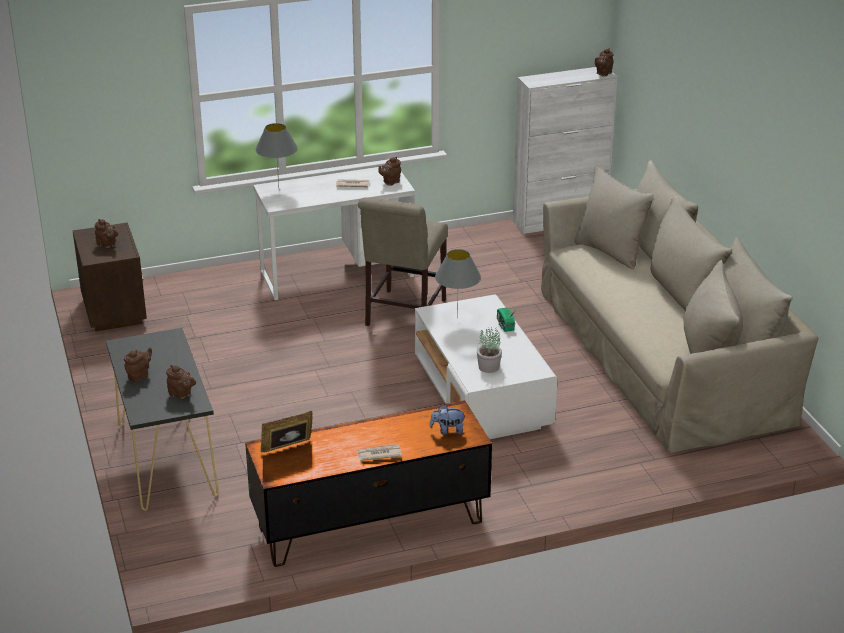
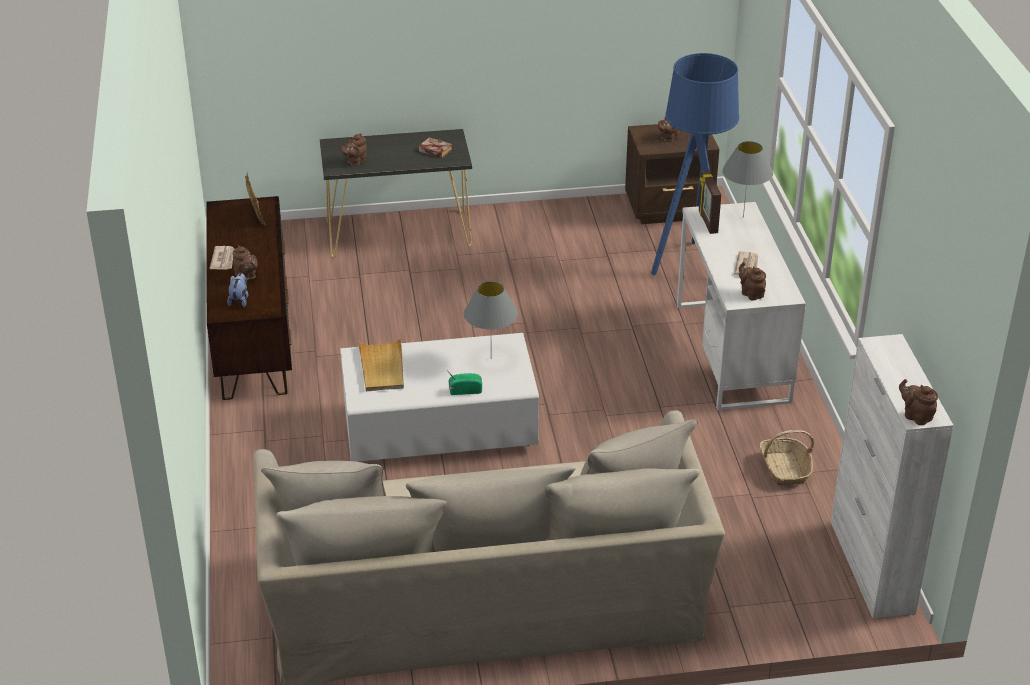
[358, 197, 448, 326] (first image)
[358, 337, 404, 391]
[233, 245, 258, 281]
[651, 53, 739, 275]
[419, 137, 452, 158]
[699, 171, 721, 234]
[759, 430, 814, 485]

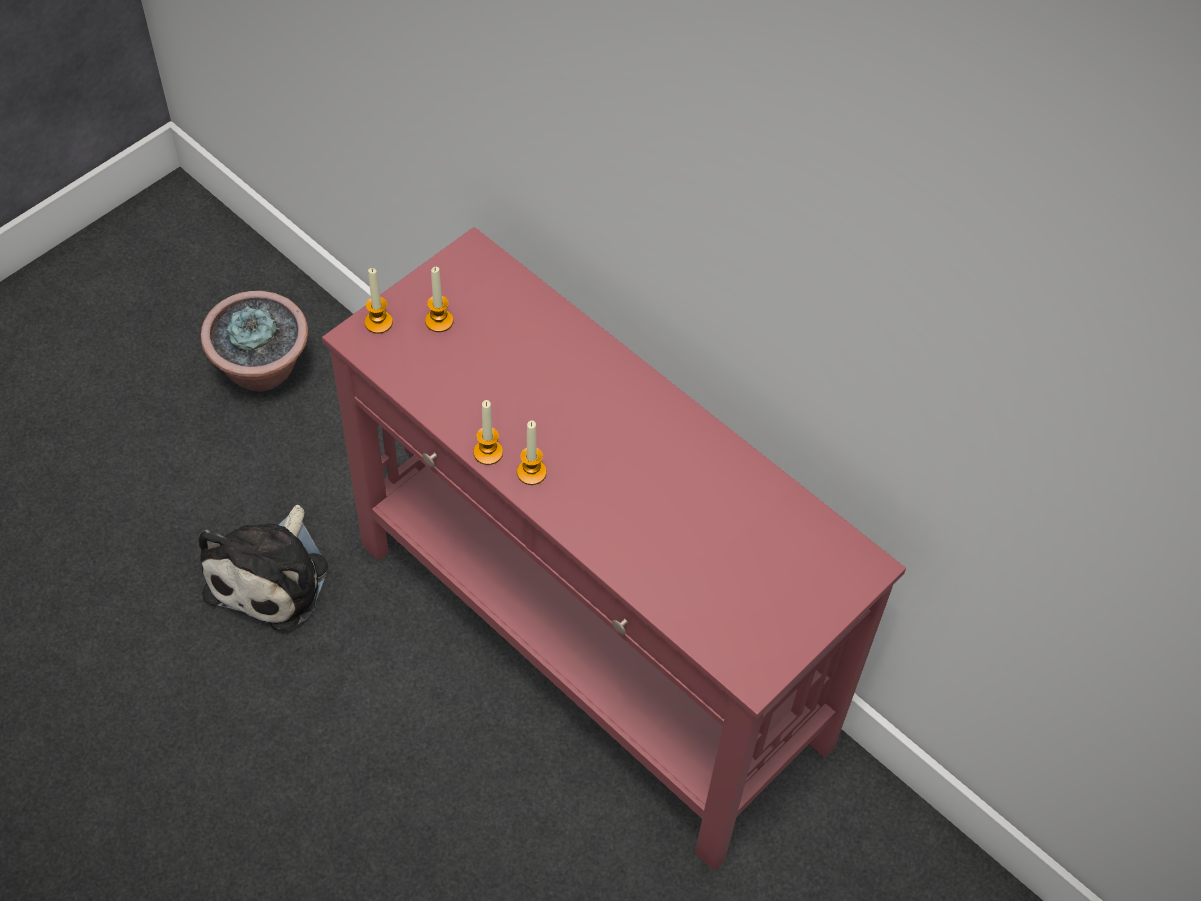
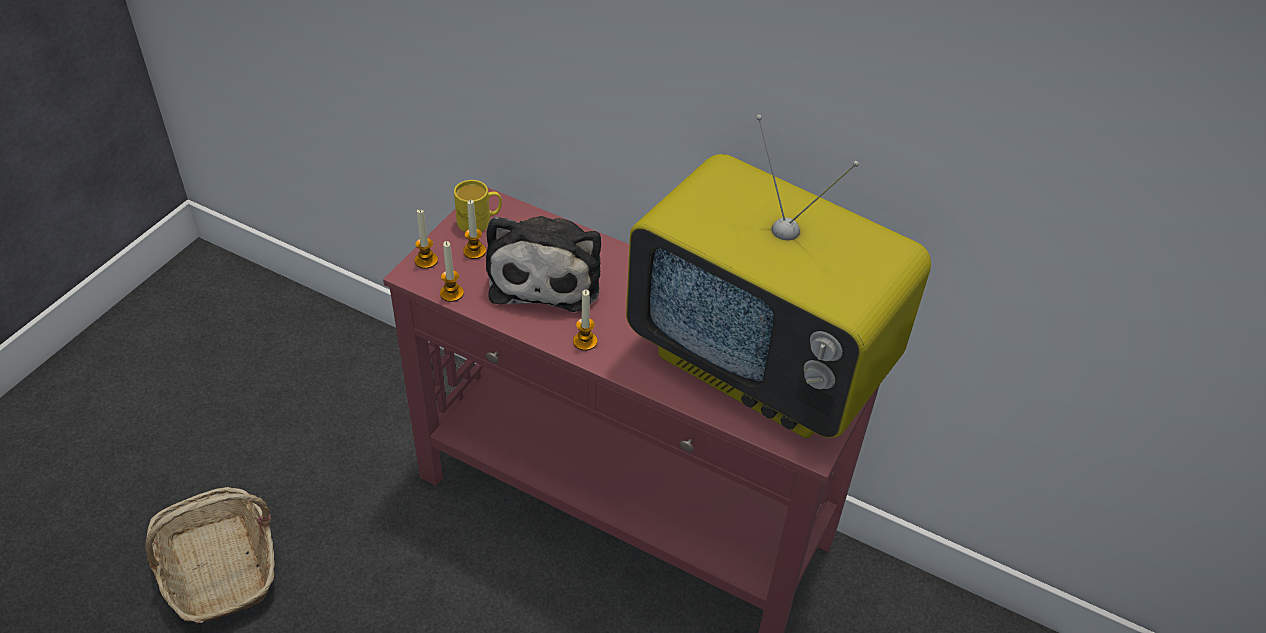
[201, 291, 308, 392] (first image)
[440, 241, 464, 302]
[486, 216, 601, 312]
[626, 114, 931, 438]
[454, 180, 502, 232]
[145, 487, 275, 624]

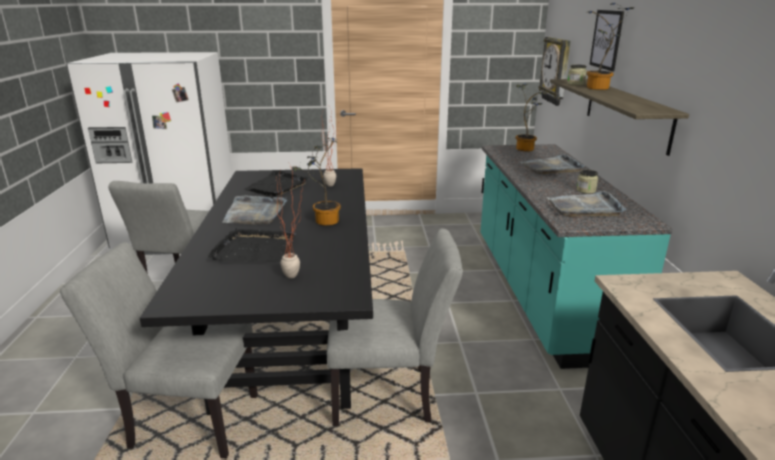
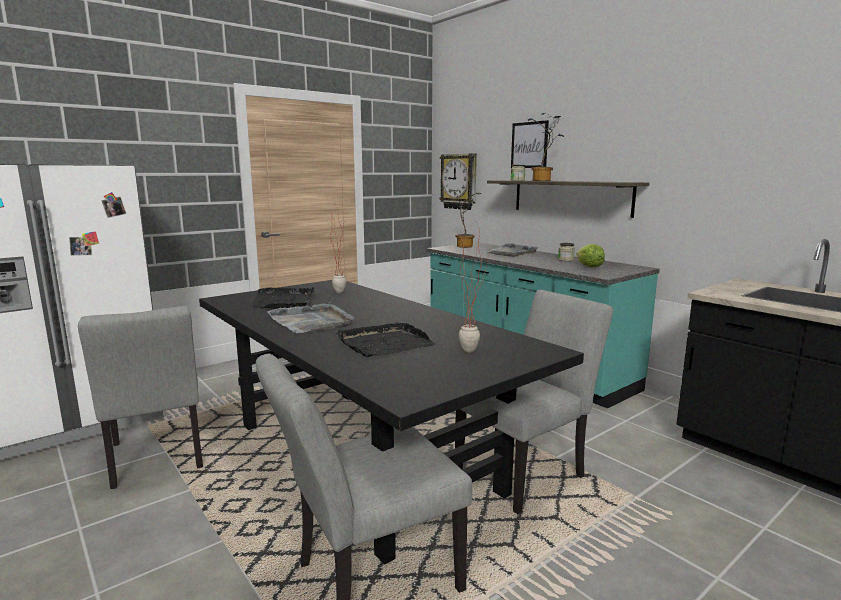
[292, 138, 341, 226] (first image)
[576, 244, 605, 267]

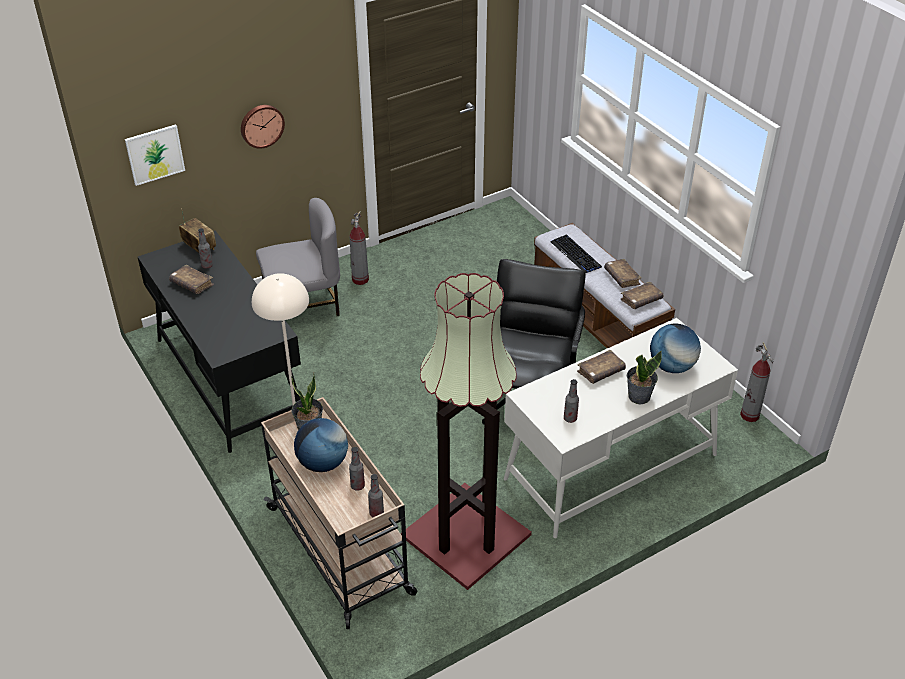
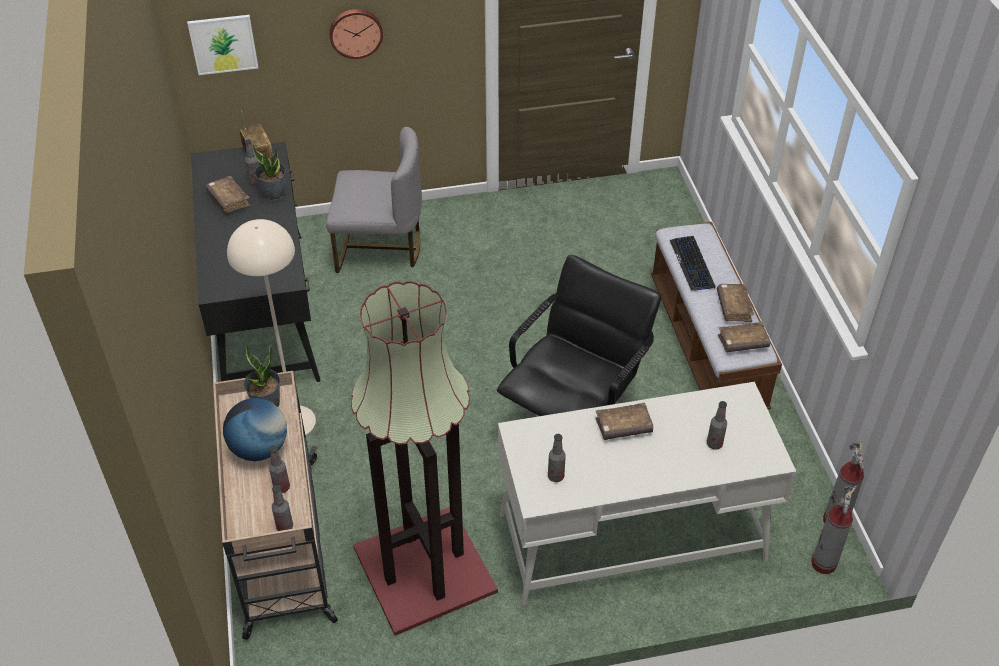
[811, 485, 857, 574]
[707, 401, 727, 450]
[253, 145, 286, 201]

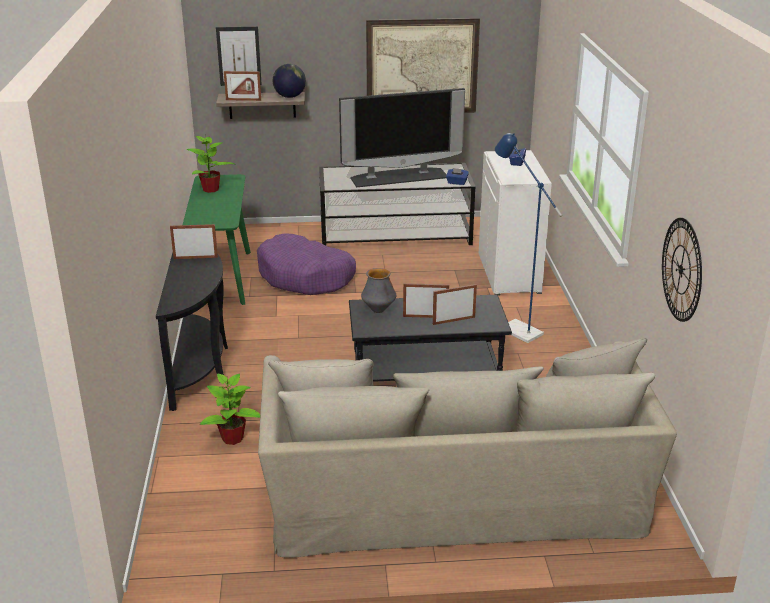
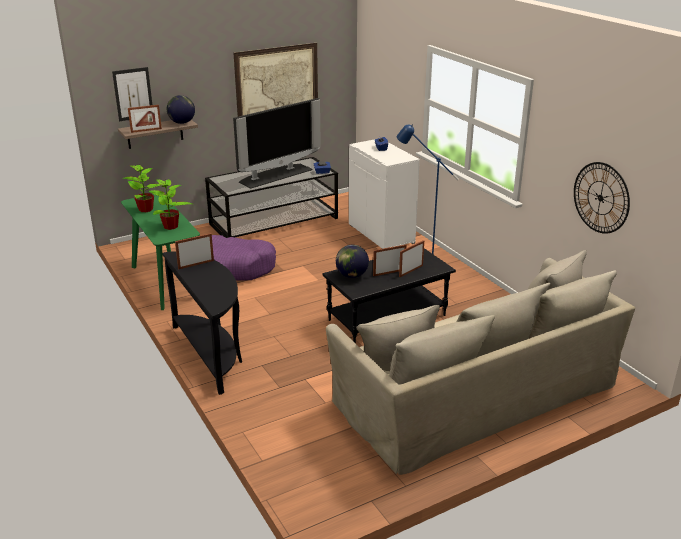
[336, 245, 369, 278]
[148, 179, 192, 230]

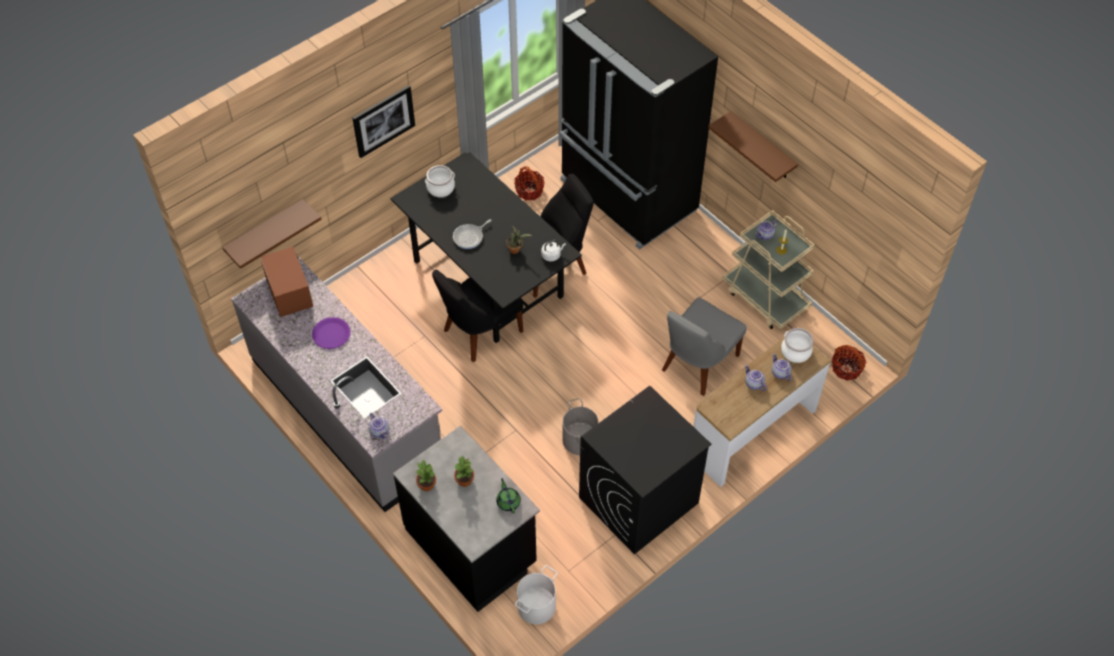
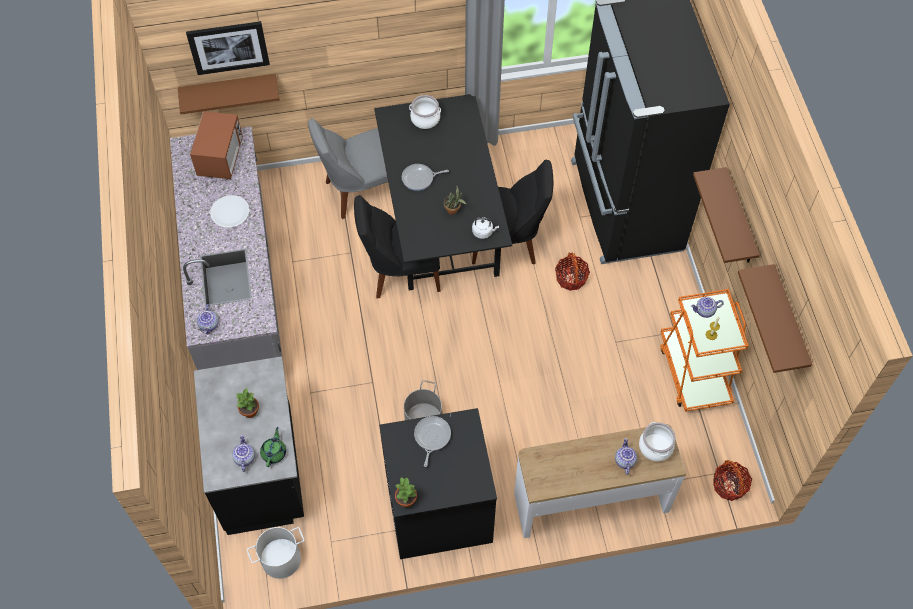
[186, 21, 270, 75]
[555, 253, 590, 291]
[660, 289, 749, 412]
[308, 118, 388, 219]
[210, 195, 250, 228]
[232, 435, 255, 472]
[395, 477, 417, 507]
[738, 264, 812, 373]
[414, 416, 451, 467]

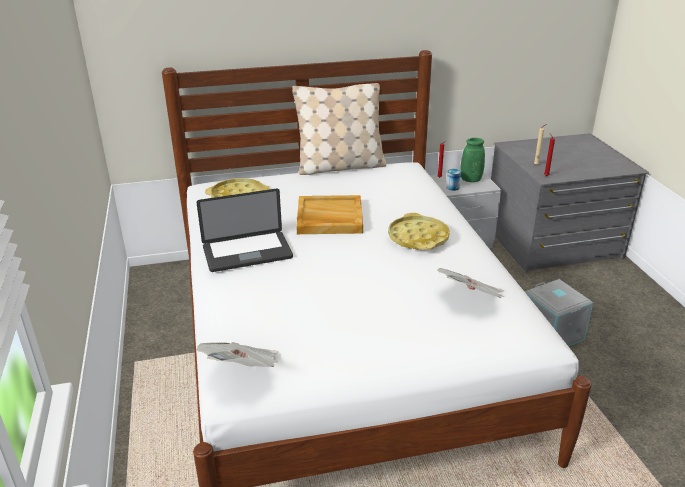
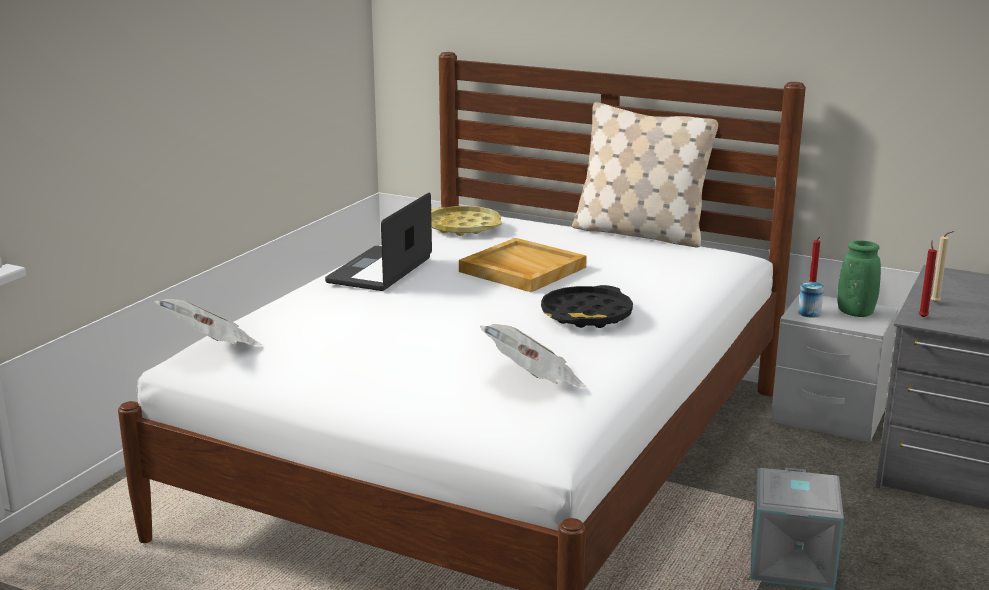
[325, 192, 432, 291]
[541, 285, 633, 328]

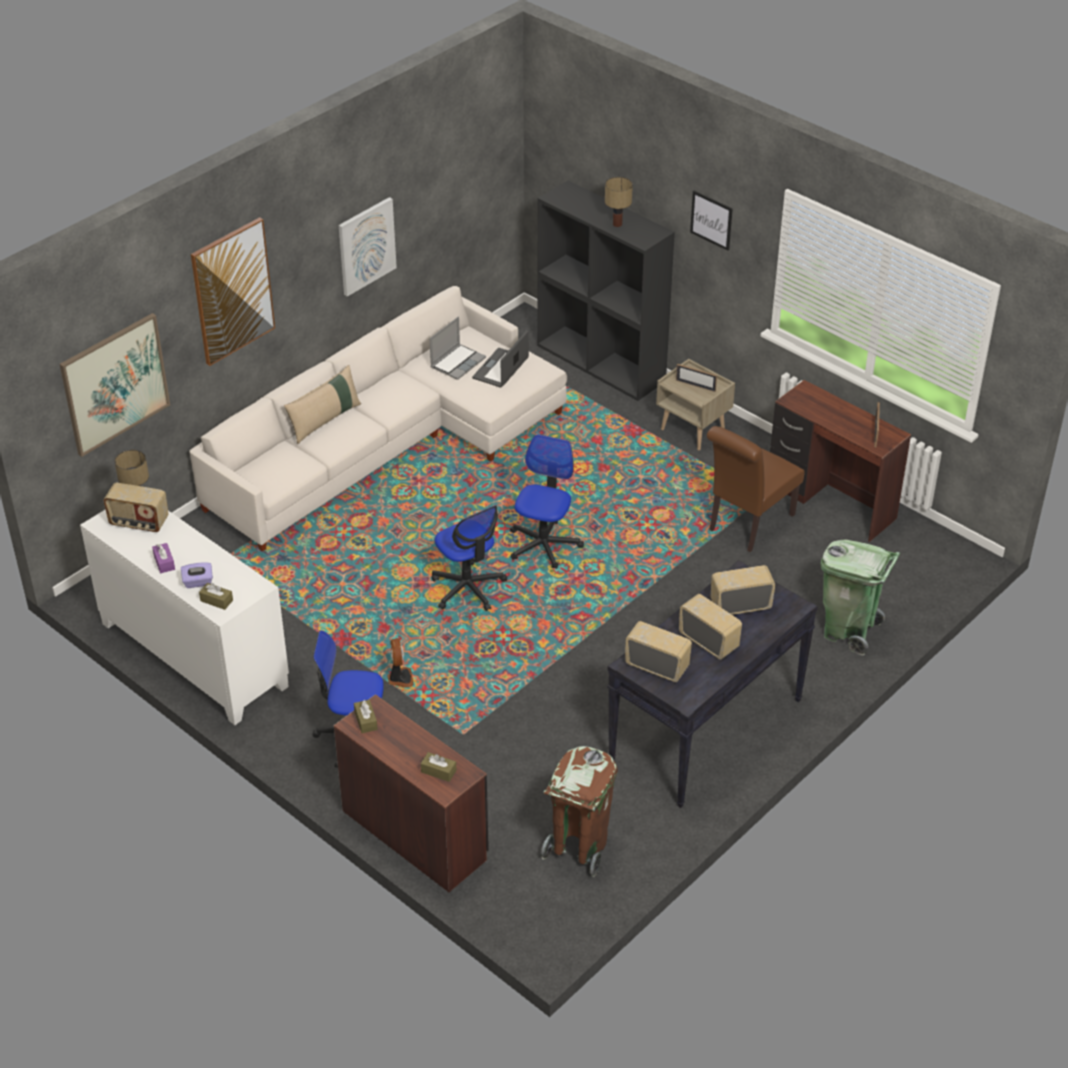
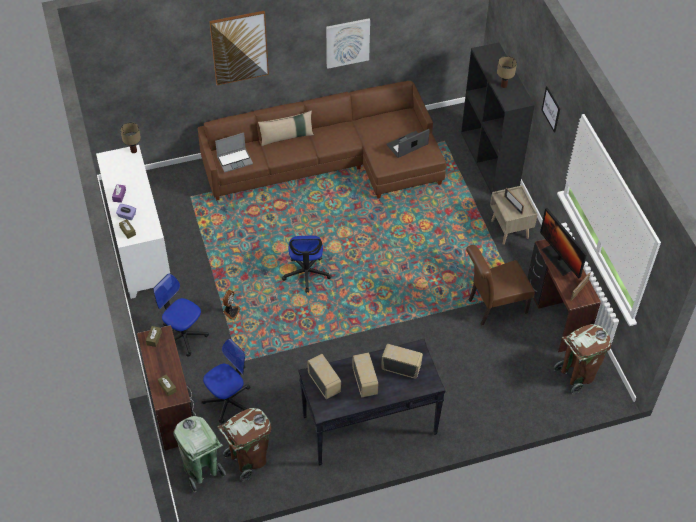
[198, 81, 447, 201]
[60, 313, 170, 457] (first image)
[215, 133, 253, 172]
[202, 339, 250, 424]
[103, 482, 169, 532] (first image)
[173, 416, 226, 493]
[540, 208, 587, 278]
[554, 324, 611, 394]

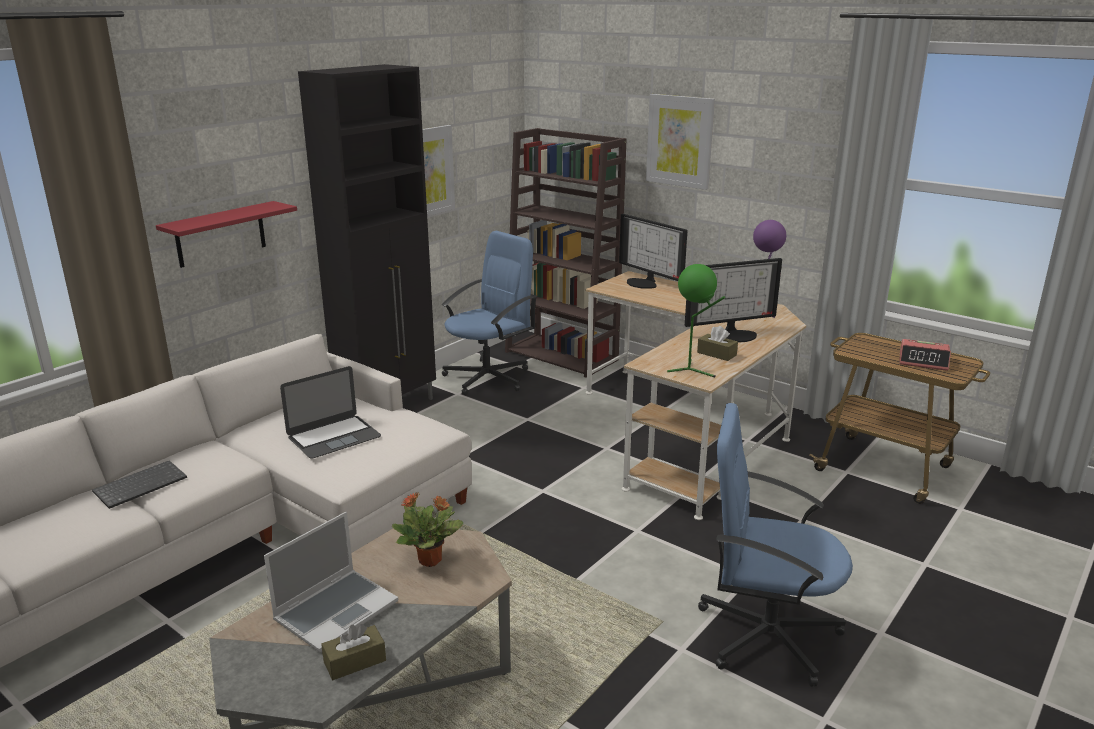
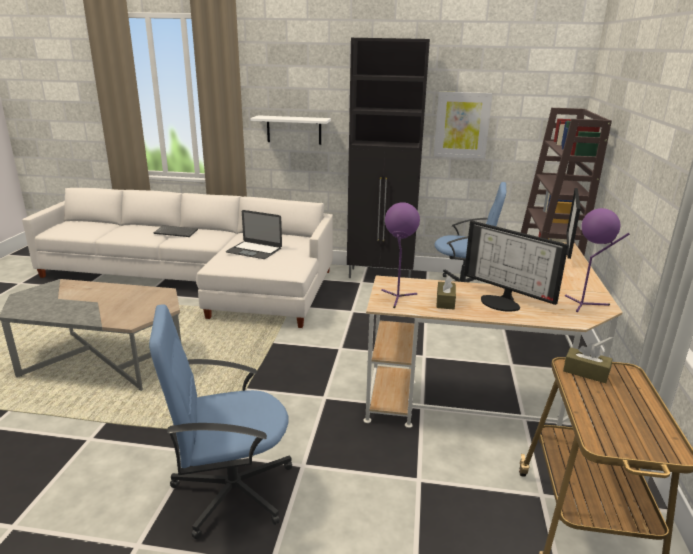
[646, 94, 715, 190] (first image)
[250, 115, 331, 145]
[381, 202, 420, 308]
[899, 339, 951, 371] (first image)
[149, 304, 292, 539]
[392, 493, 463, 567] (first image)
[264, 512, 398, 652] (first image)
[563, 343, 613, 383]

